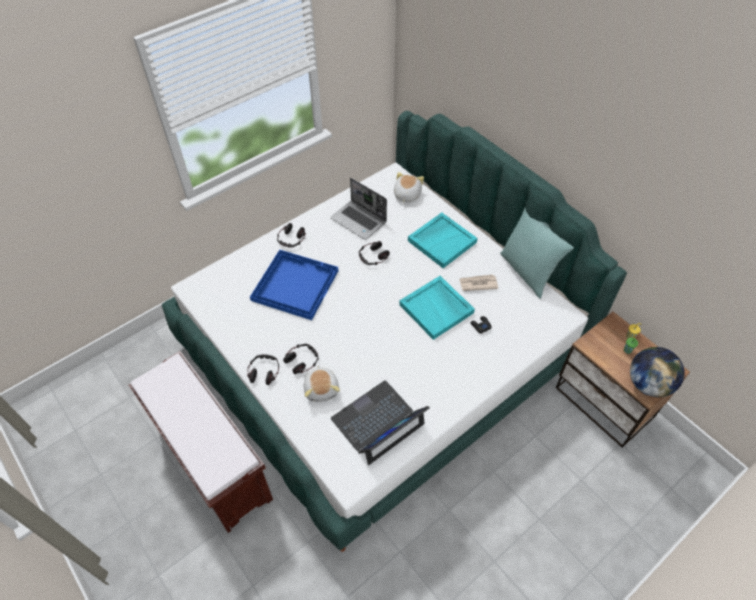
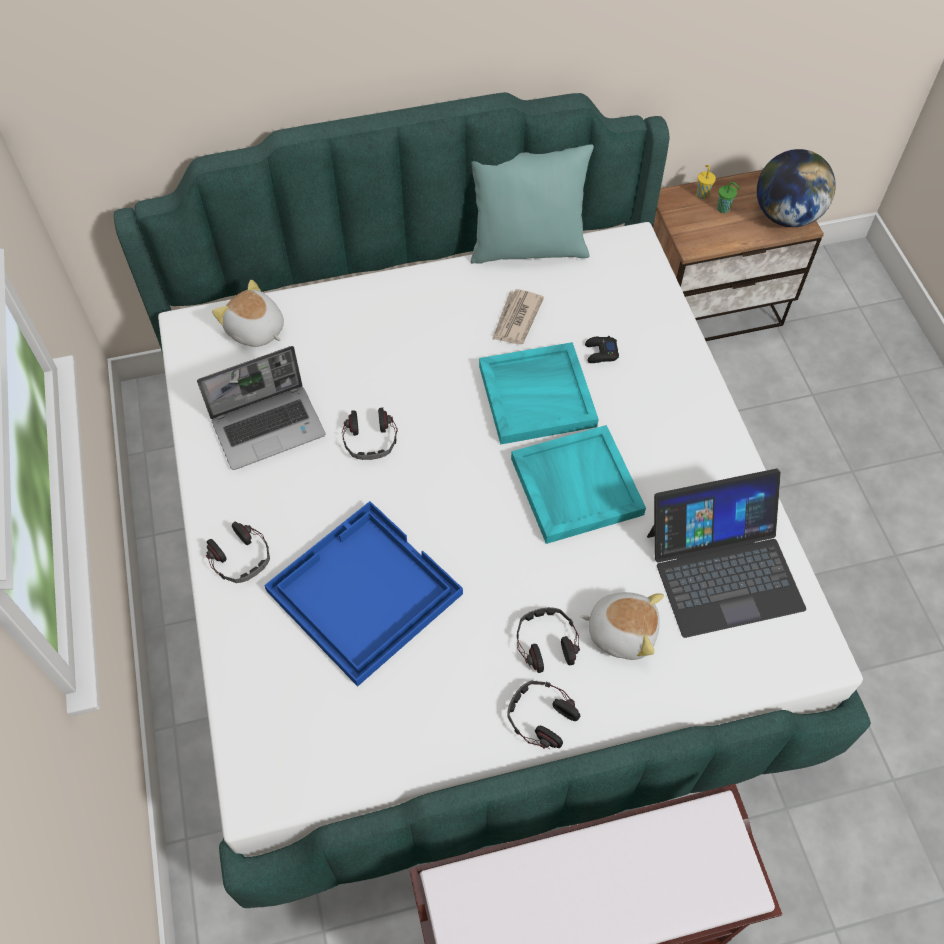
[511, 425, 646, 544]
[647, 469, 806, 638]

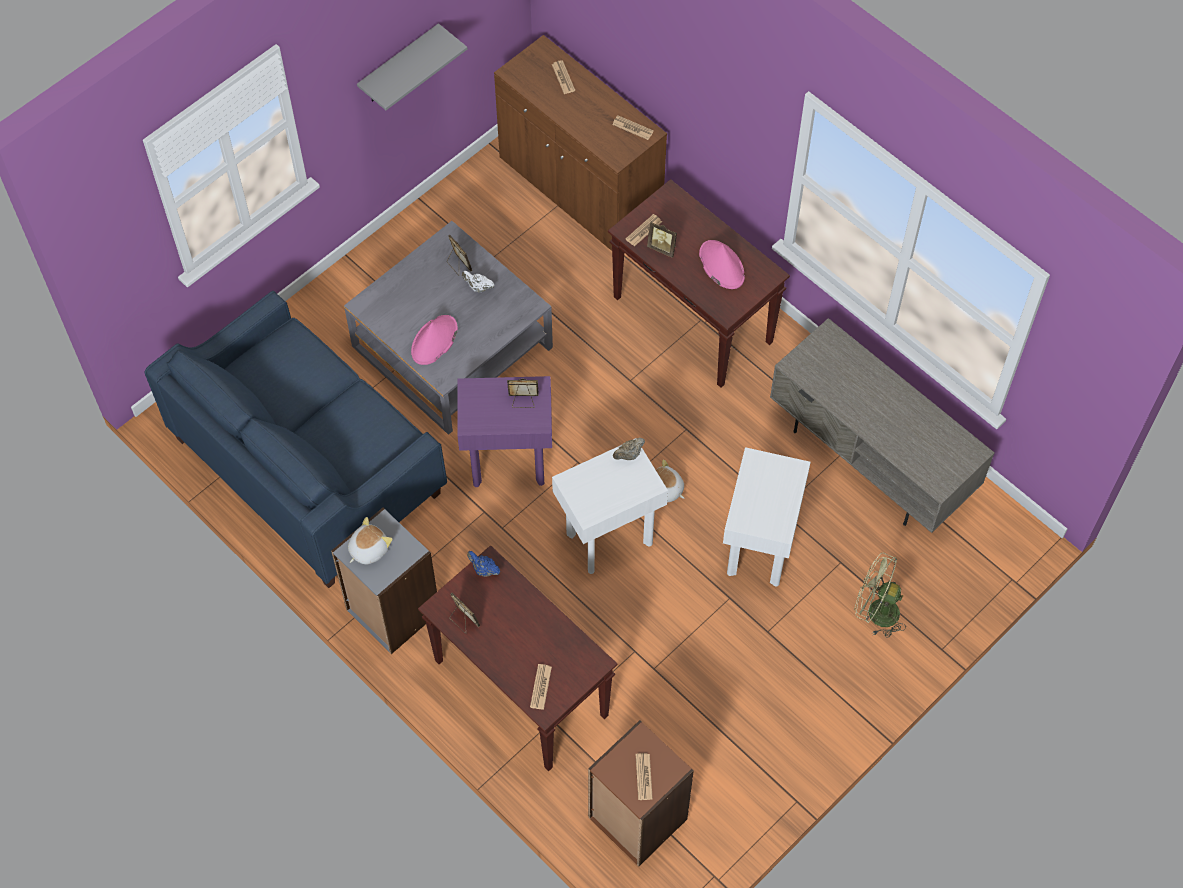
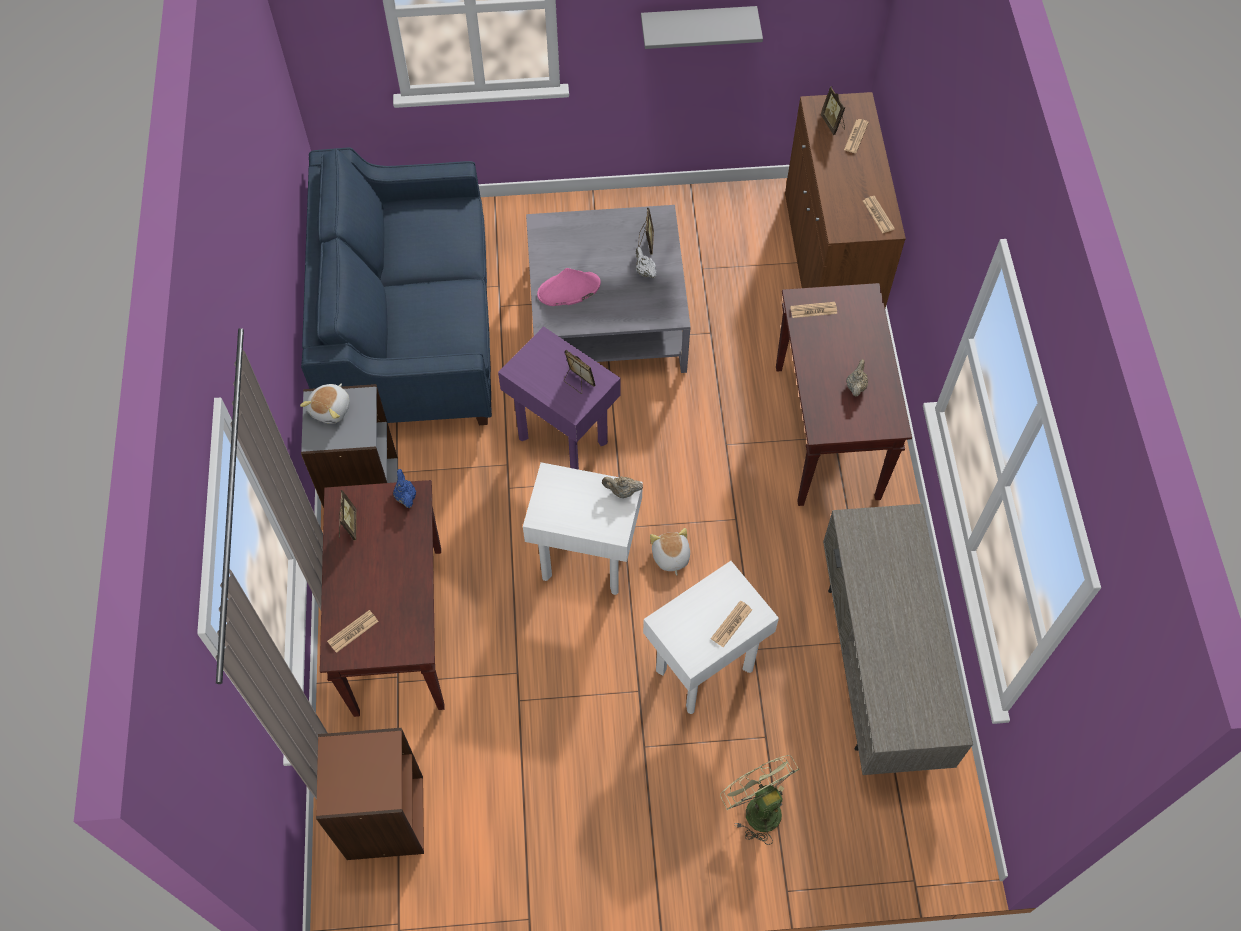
[820, 86, 845, 135]
[846, 359, 868, 397]
[300, 383, 349, 424]
[711, 601, 752, 647]

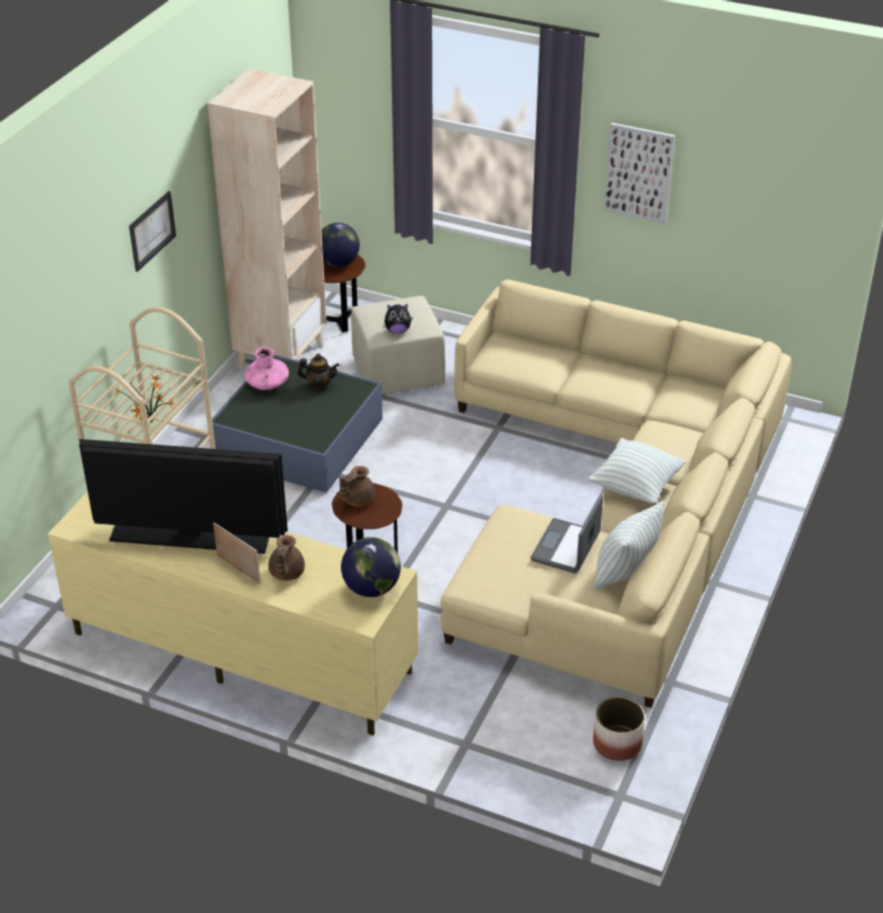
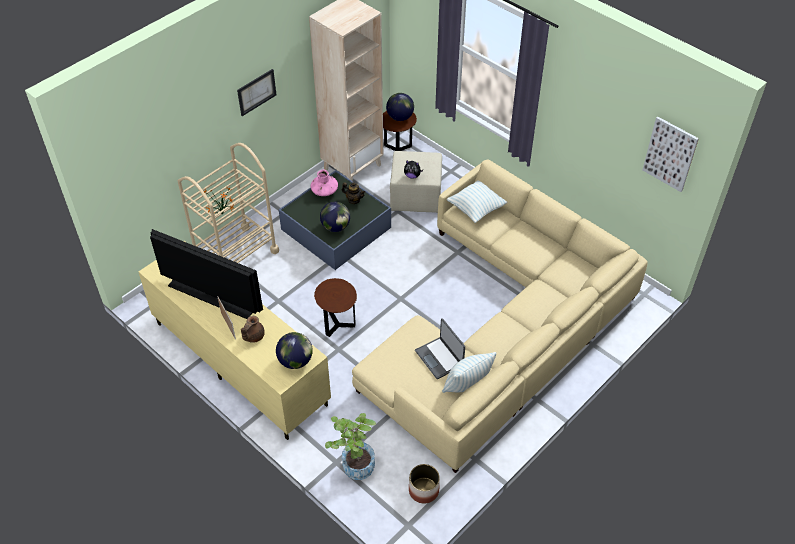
[643, 117, 699, 192]
[447, 180, 507, 223]
[339, 466, 375, 507] (first image)
[415, 318, 465, 379]
[320, 202, 350, 232]
[325, 413, 376, 480]

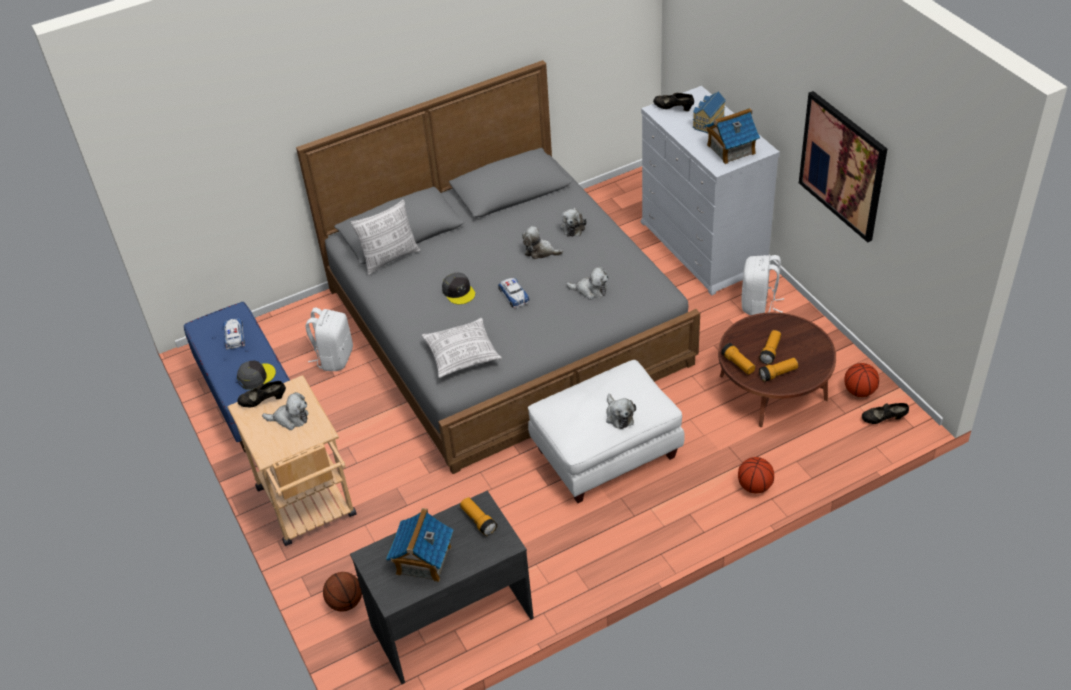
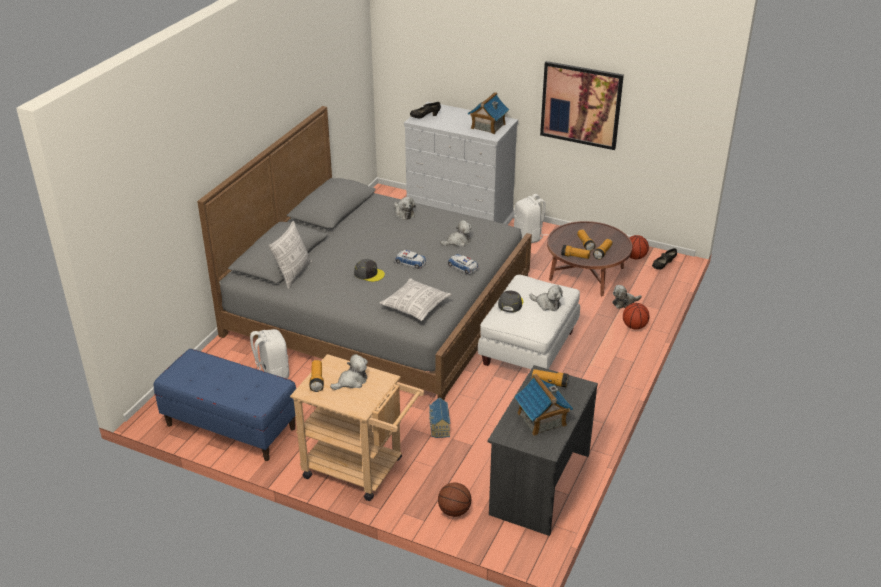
[429, 397, 450, 438]
[613, 285, 642, 309]
[448, 254, 479, 275]
[498, 290, 524, 312]
[309, 360, 324, 392]

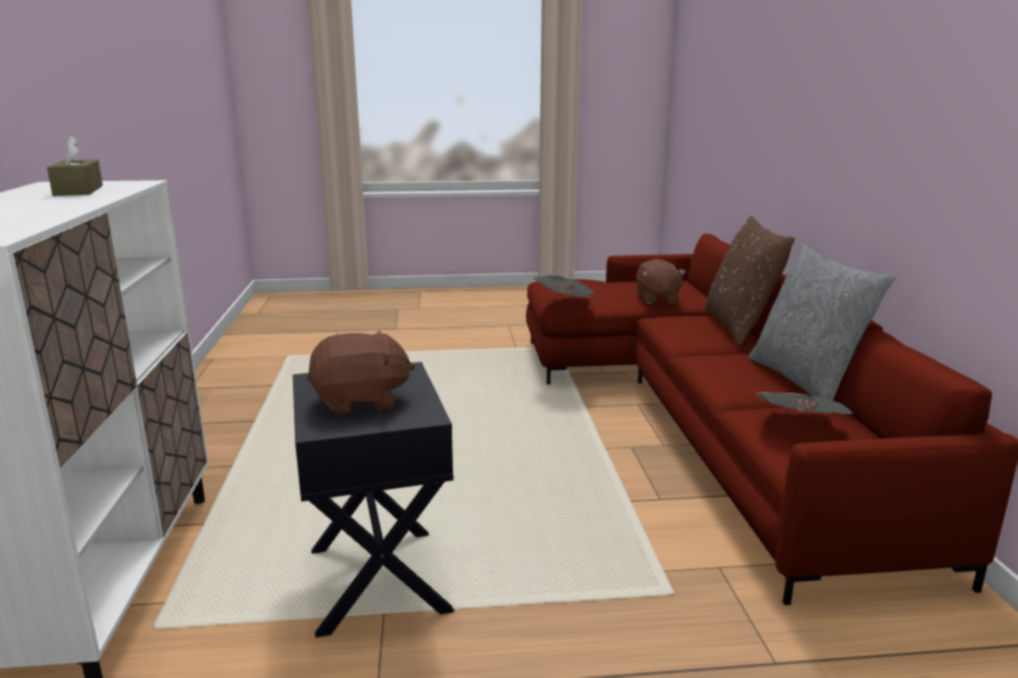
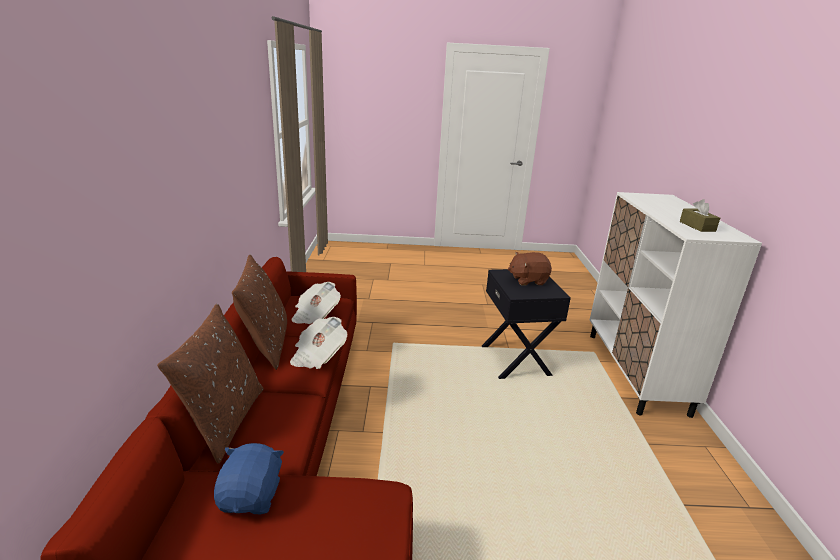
[232, 255, 287, 370]
[214, 443, 284, 514]
[290, 317, 347, 369]

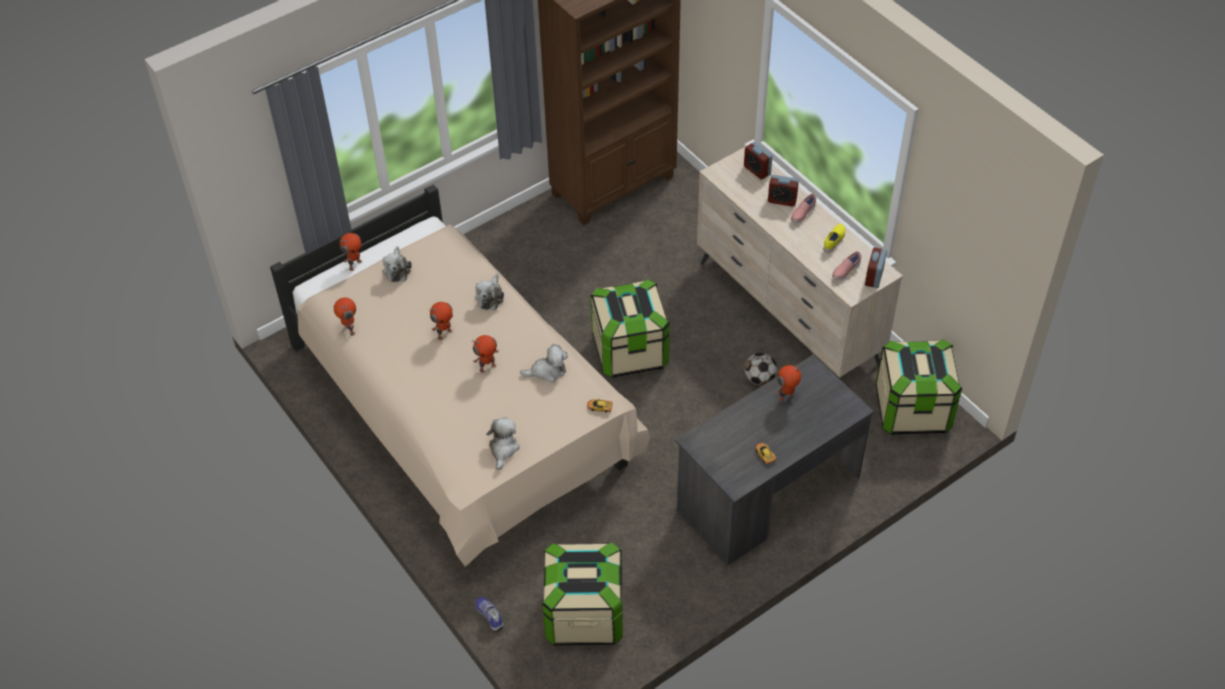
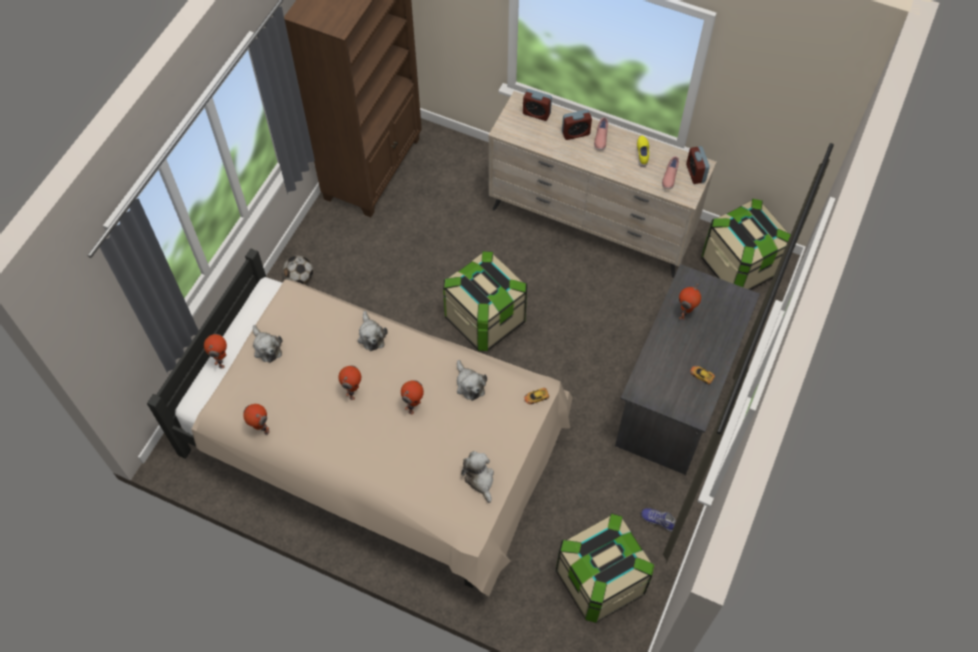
[457, 360, 487, 401]
[283, 256, 313, 284]
[640, 508, 676, 532]

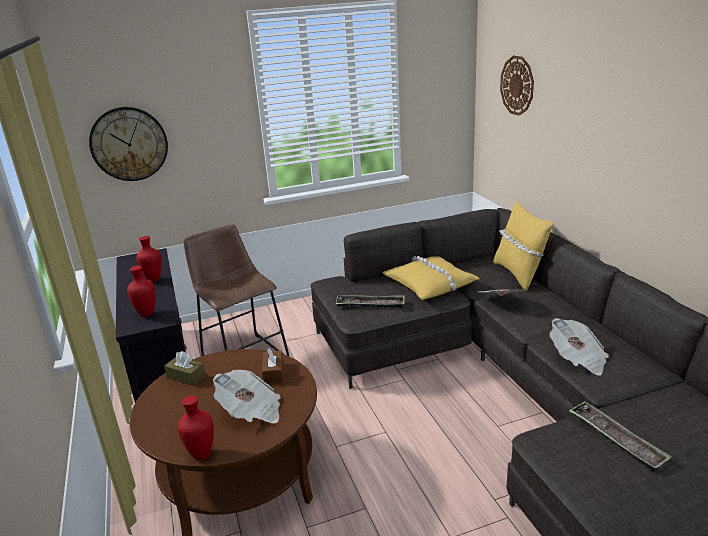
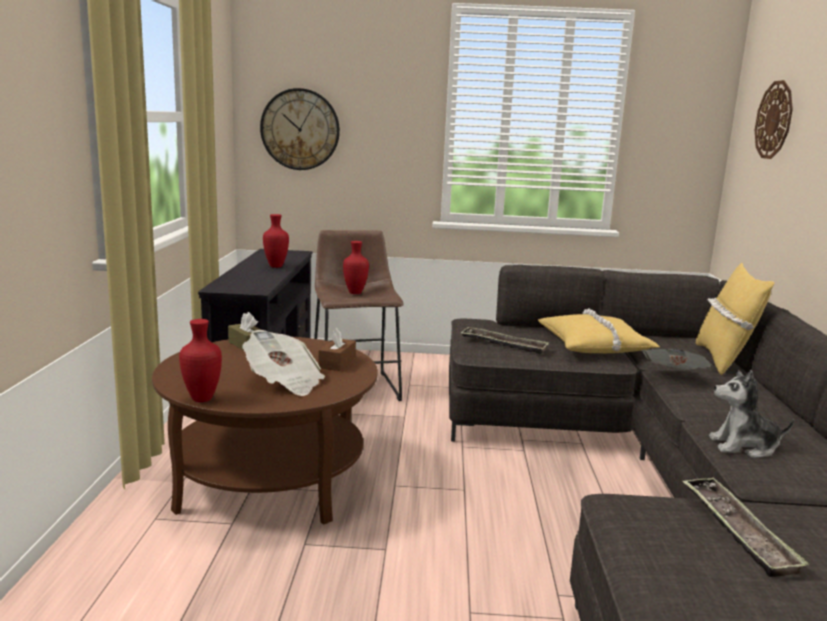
[343, 241, 369, 294]
[709, 370, 794, 458]

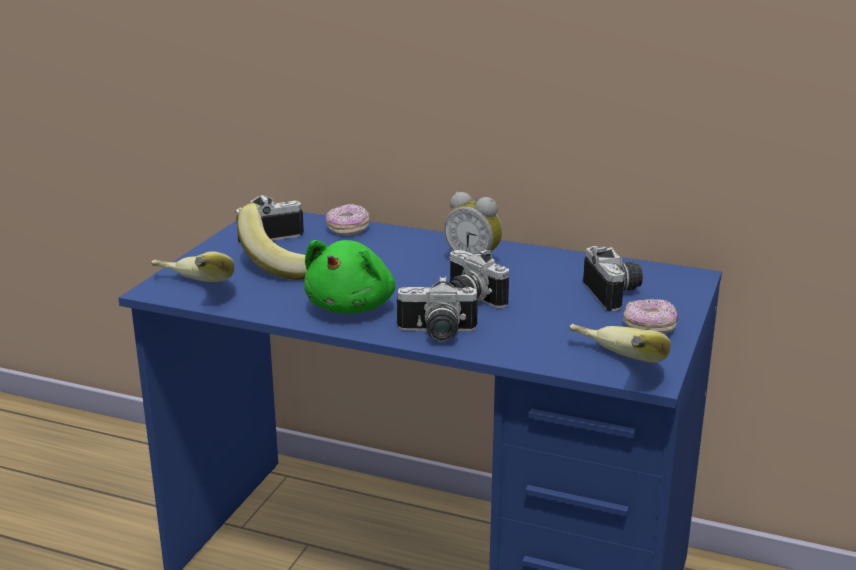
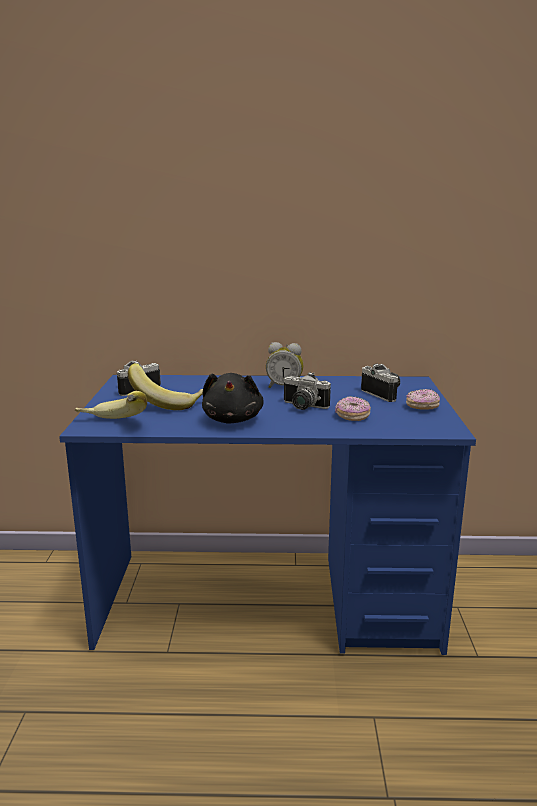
[335, 396, 371, 421]
[202, 373, 264, 423]
[397, 276, 478, 342] (first image)
[569, 324, 671, 363] (first image)

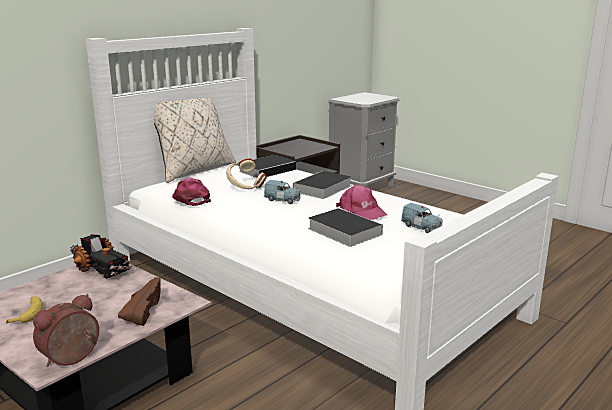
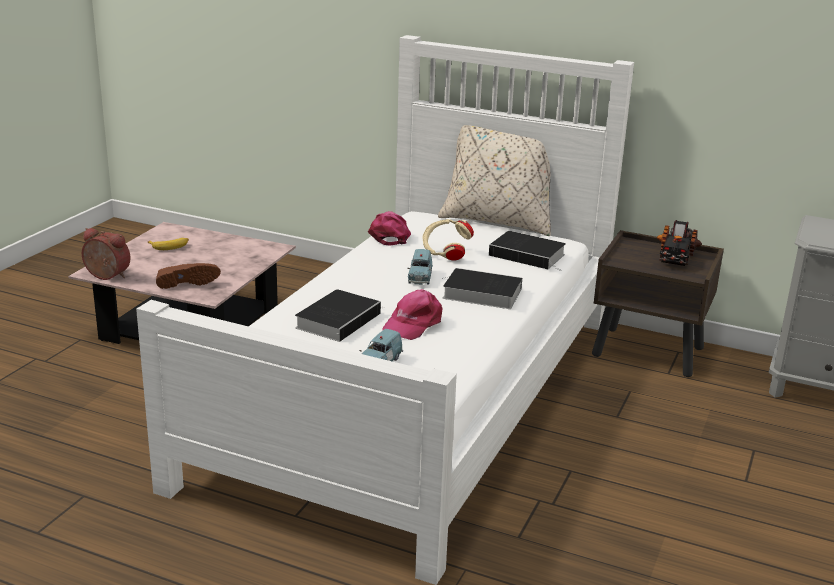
[368, 211, 411, 245]
[657, 220, 702, 266]

